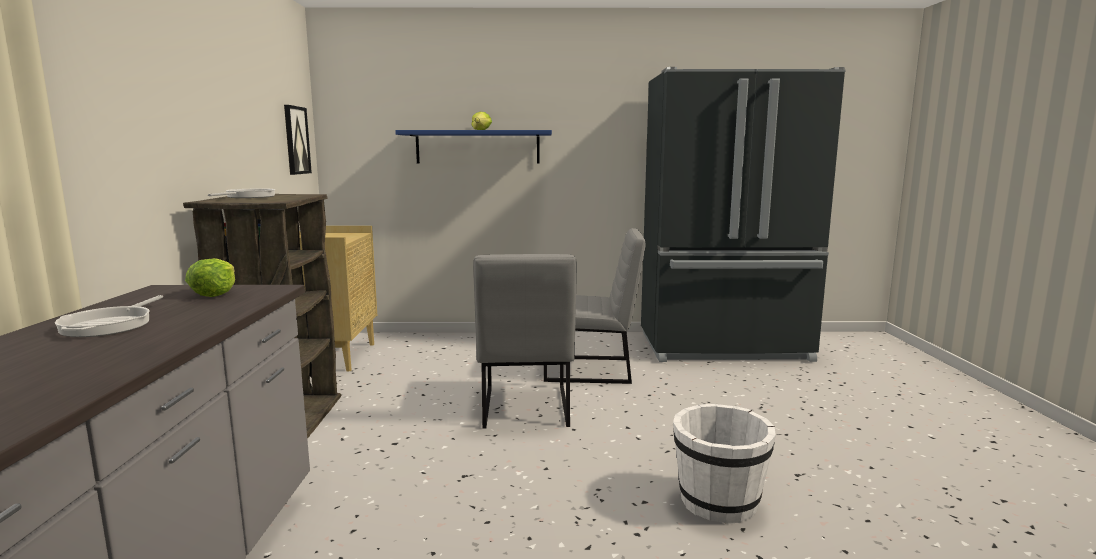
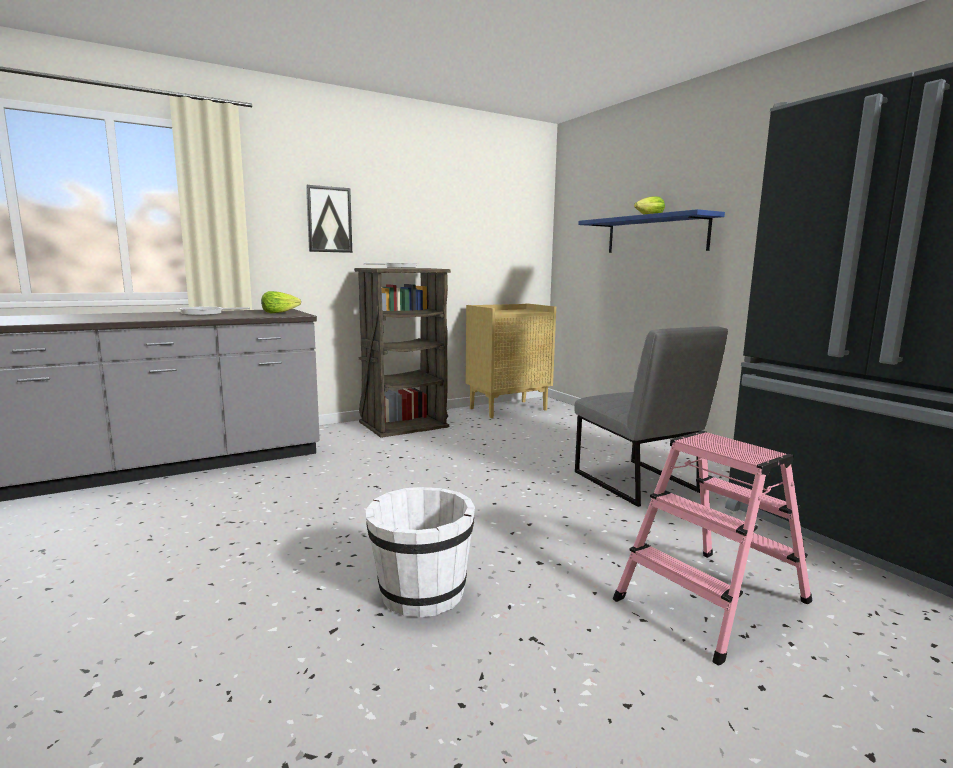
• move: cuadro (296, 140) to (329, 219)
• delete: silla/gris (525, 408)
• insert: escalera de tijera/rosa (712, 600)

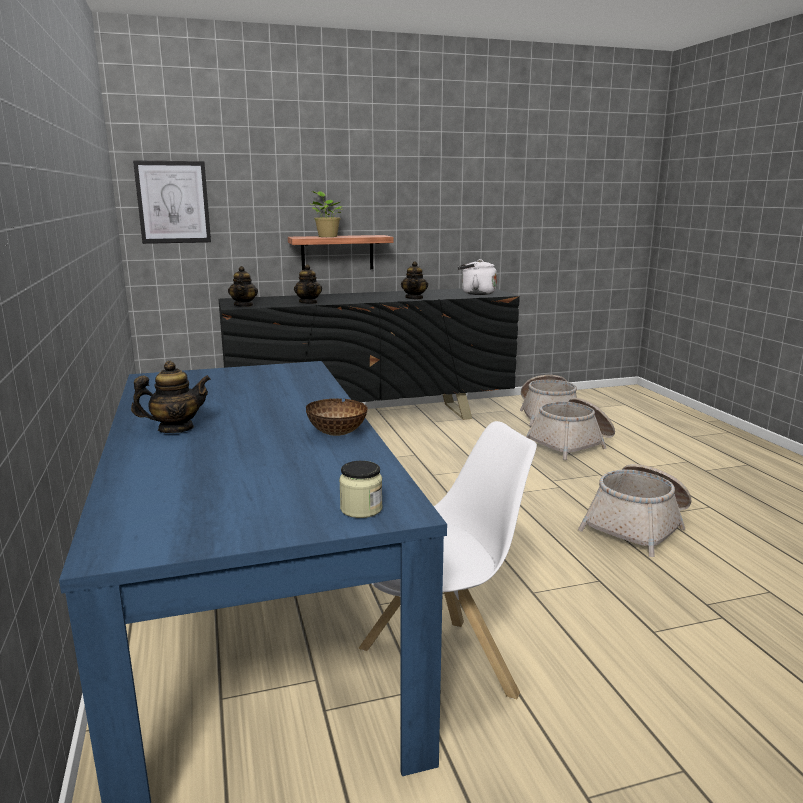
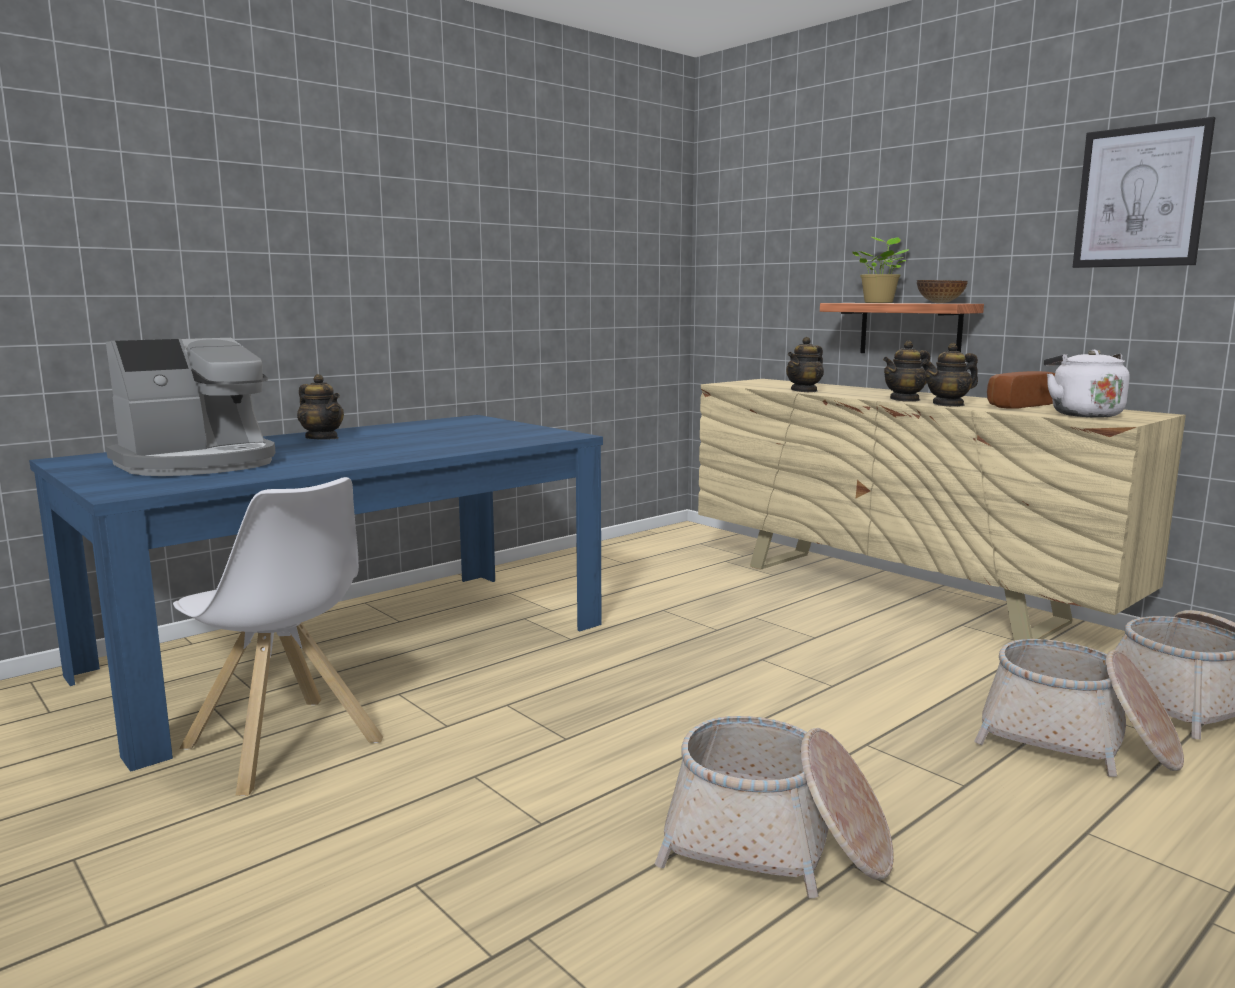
• move: cuadro (173, 202) to (1140, 197)
• recolor: armario/negro (373, 420) to armario/beis (896, 592)
• move: tetera (244, 305) to (905, 400)
• move: cuenco (338, 434) to (940, 303)
• delete: tarro (361, 509)
• insert: cafetera (199, 463)
• insert: pan (1016, 405)

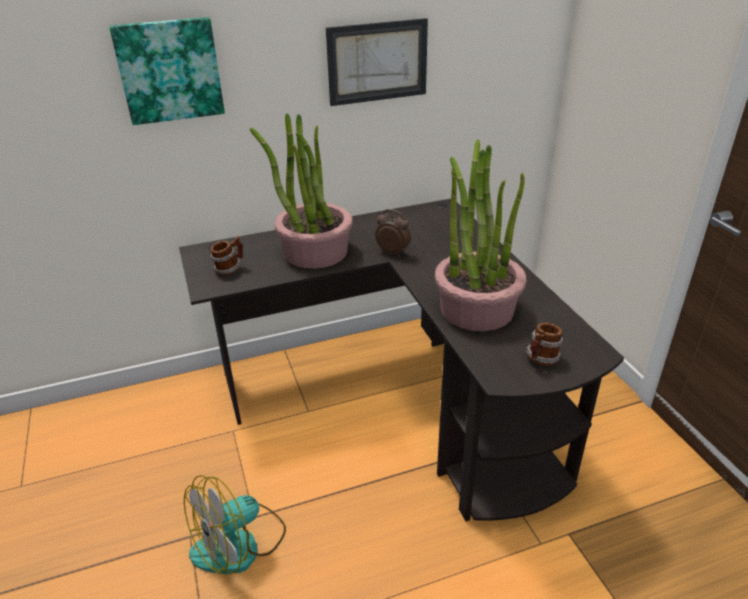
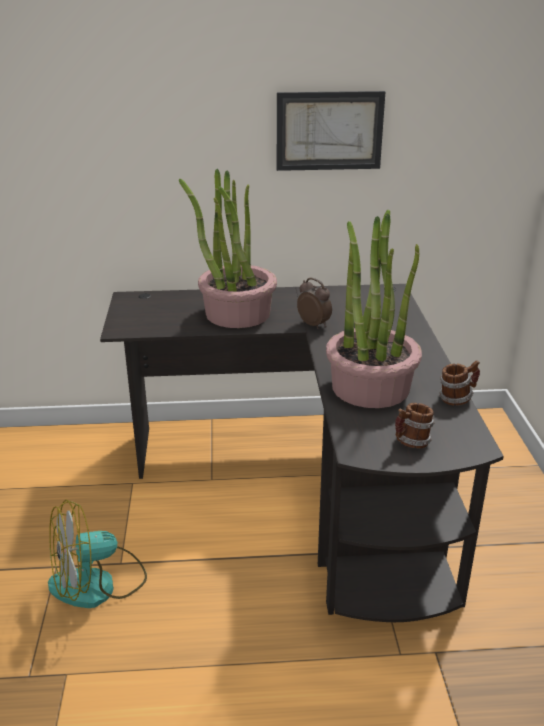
• delete: cuadro (169, 70)
• move: taza grande (229, 269) to (456, 398)

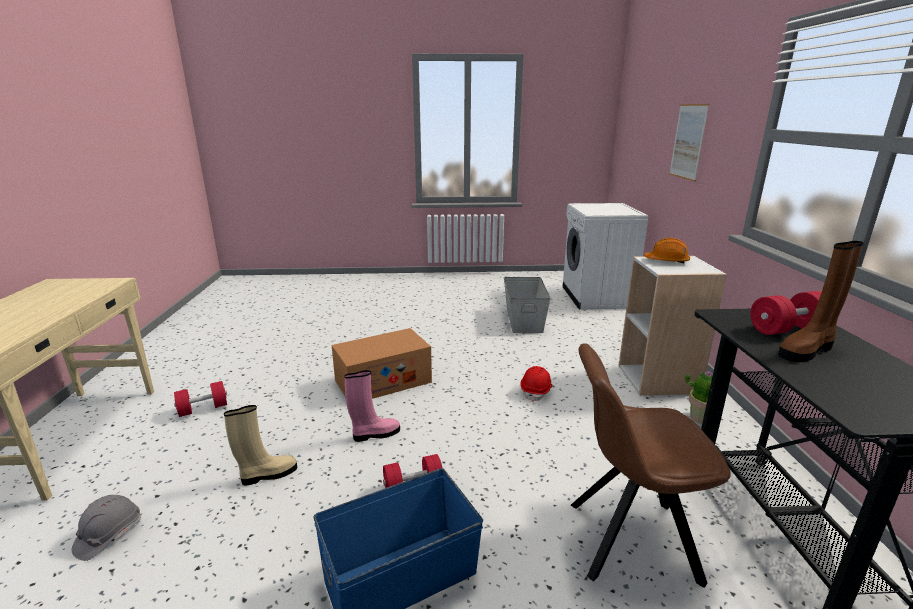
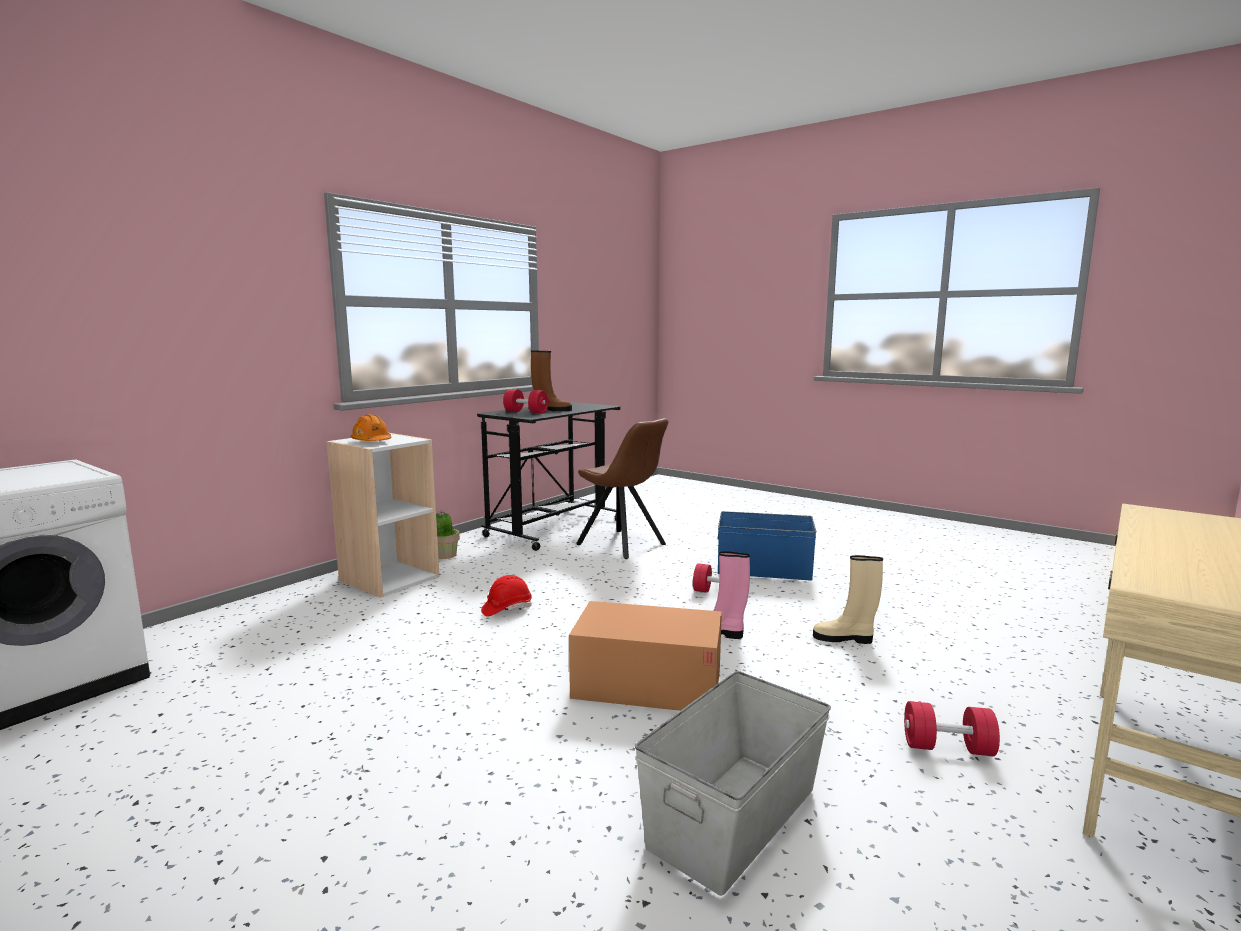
• delete: casco/gris (109, 535)
• move: caja de almacenaje/gris (524, 319) to (732, 816)
• delete: cuadro (688, 141)

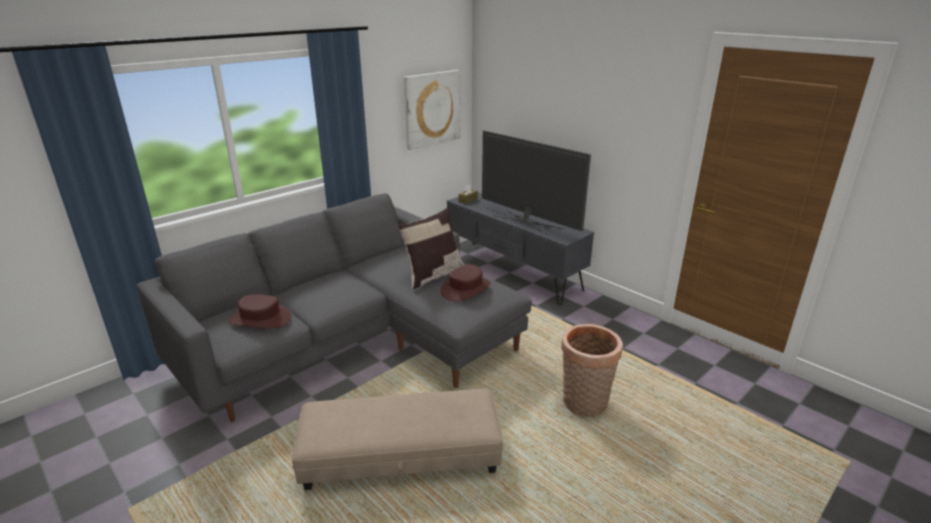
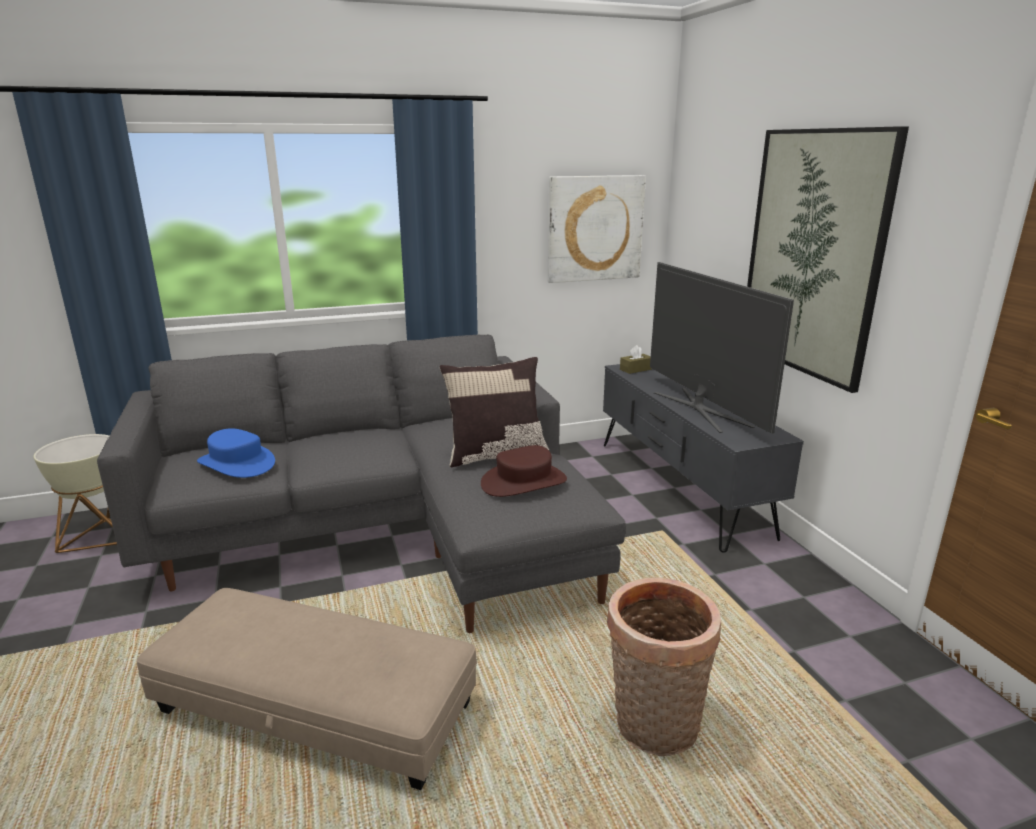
• recolor: sombrero/marrón (261, 319) to sombrero/azul (237, 463)
• insert: maceta (99, 537)
• insert: cuadro (813, 254)

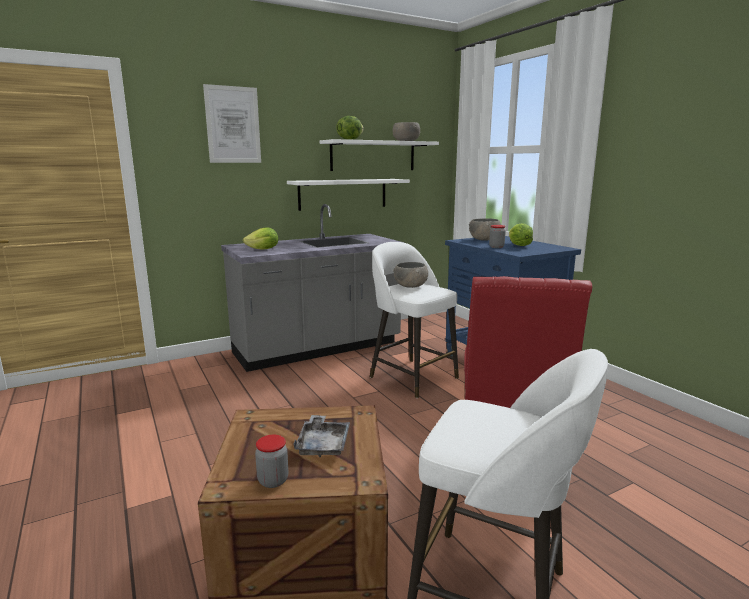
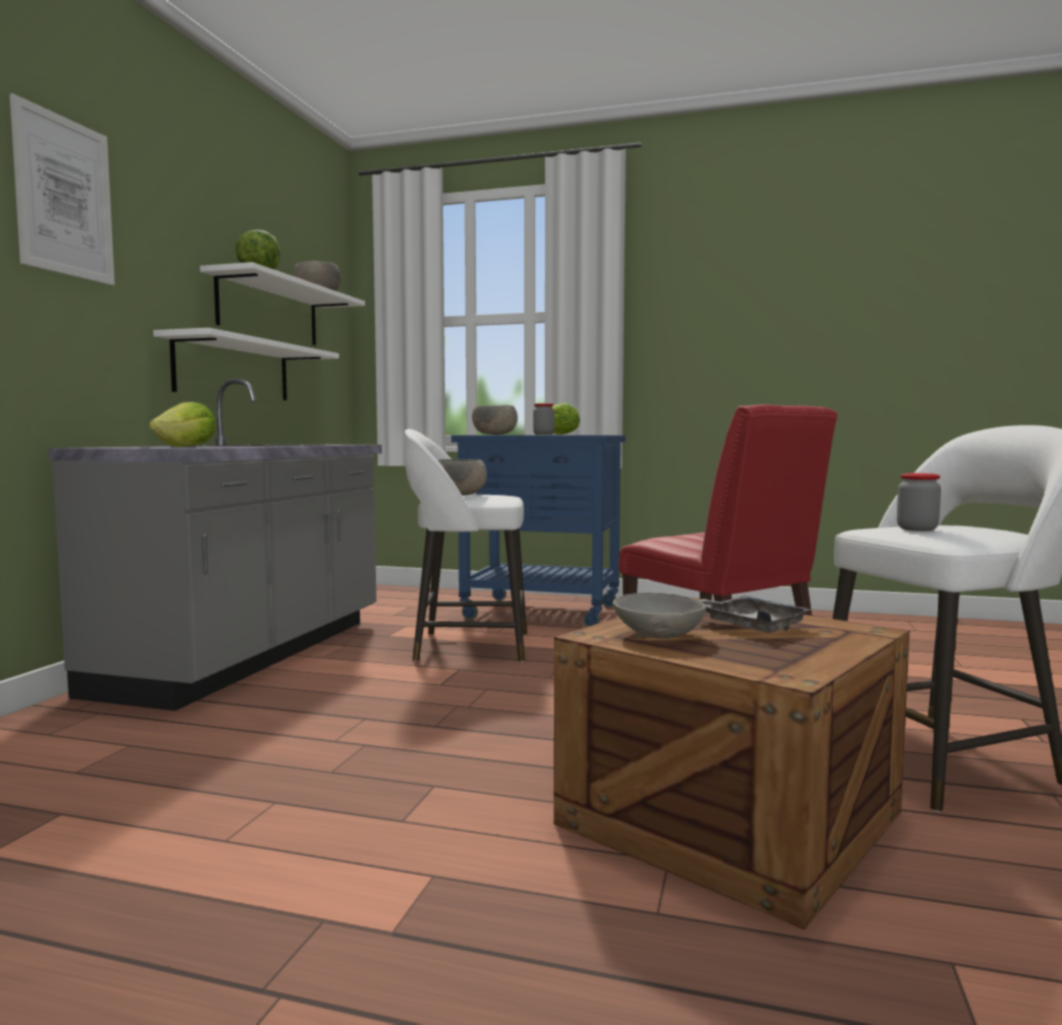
• move: tarro (273, 480) to (917, 529)
• insert: cuenco/gris (659, 635)

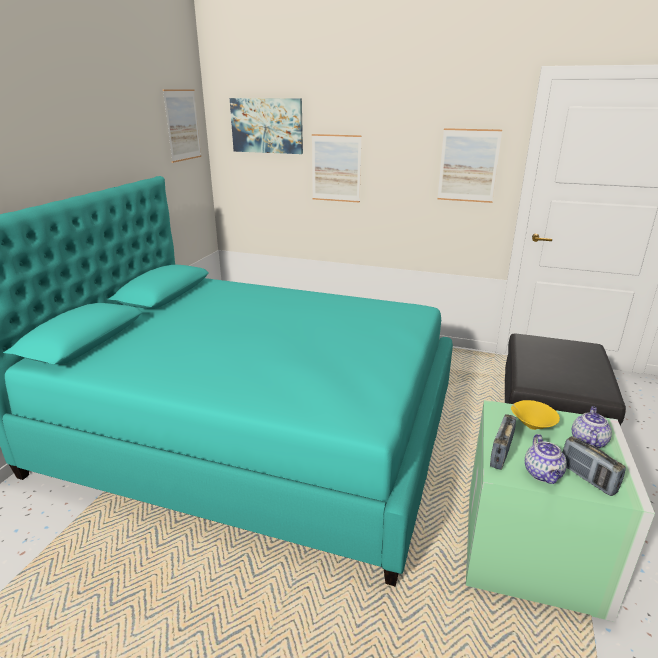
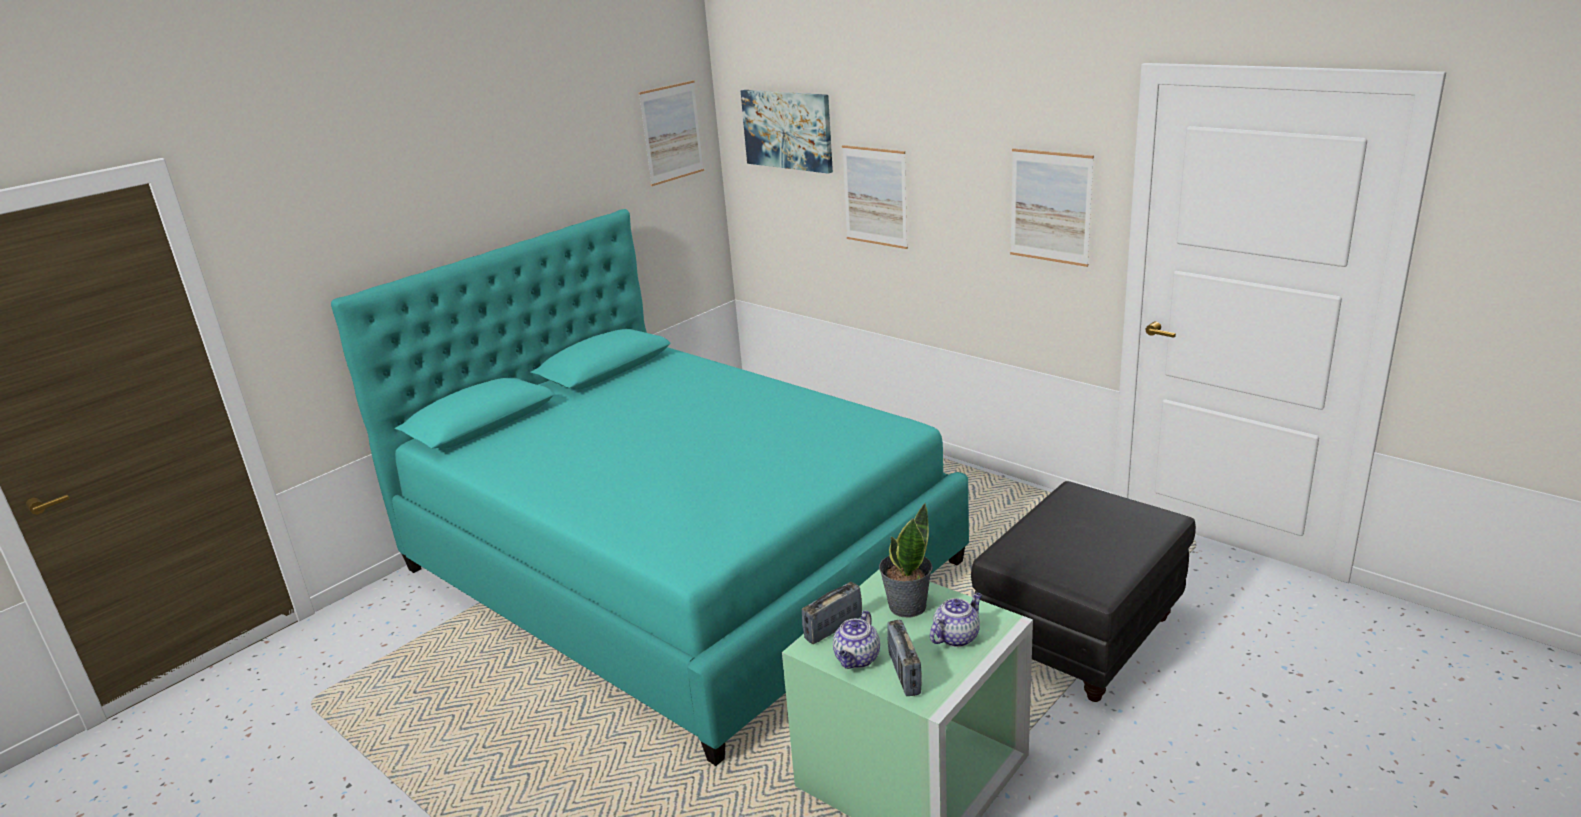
• replace: cuenco/amarillo (531, 426) to planta en maceta (906, 606)

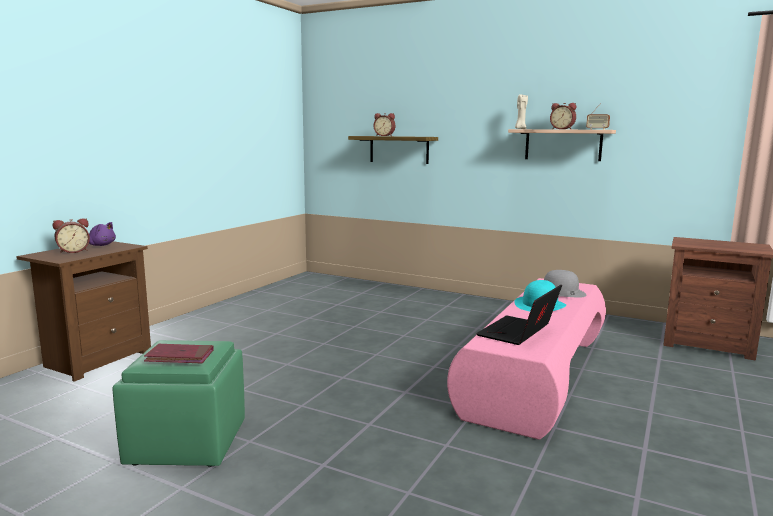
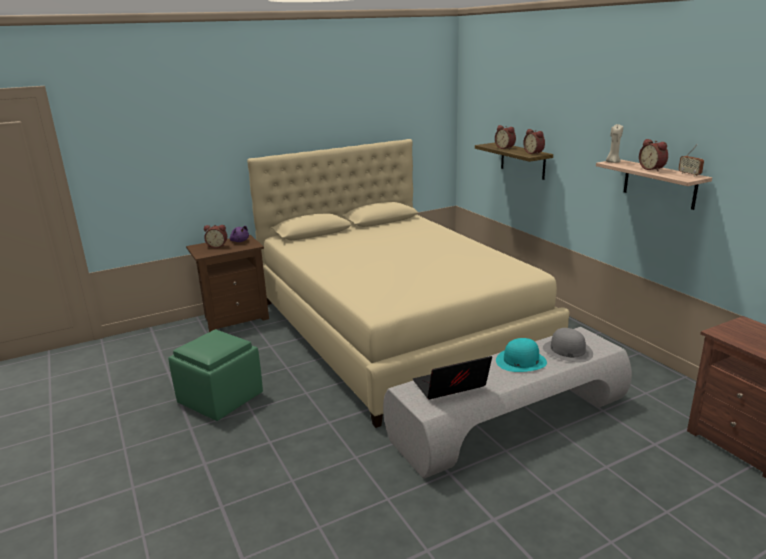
• delete: libro/rojo (180, 357)
• recolor: banco/rosa (536, 372) to banco/gris (508, 419)
• insert: cama/beis (396, 329)
• insert: despertador (534, 153)

